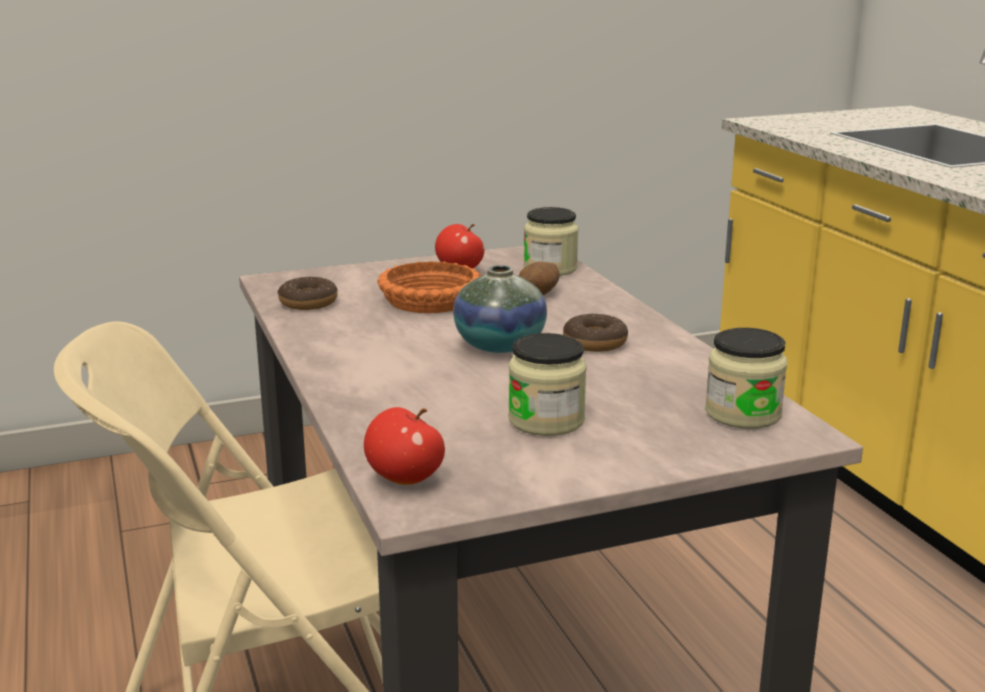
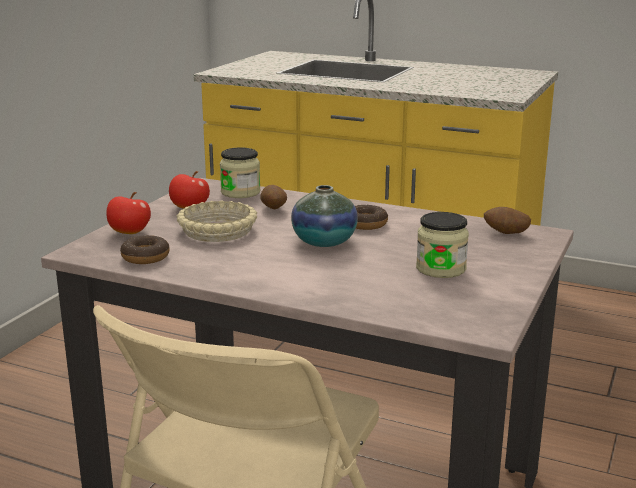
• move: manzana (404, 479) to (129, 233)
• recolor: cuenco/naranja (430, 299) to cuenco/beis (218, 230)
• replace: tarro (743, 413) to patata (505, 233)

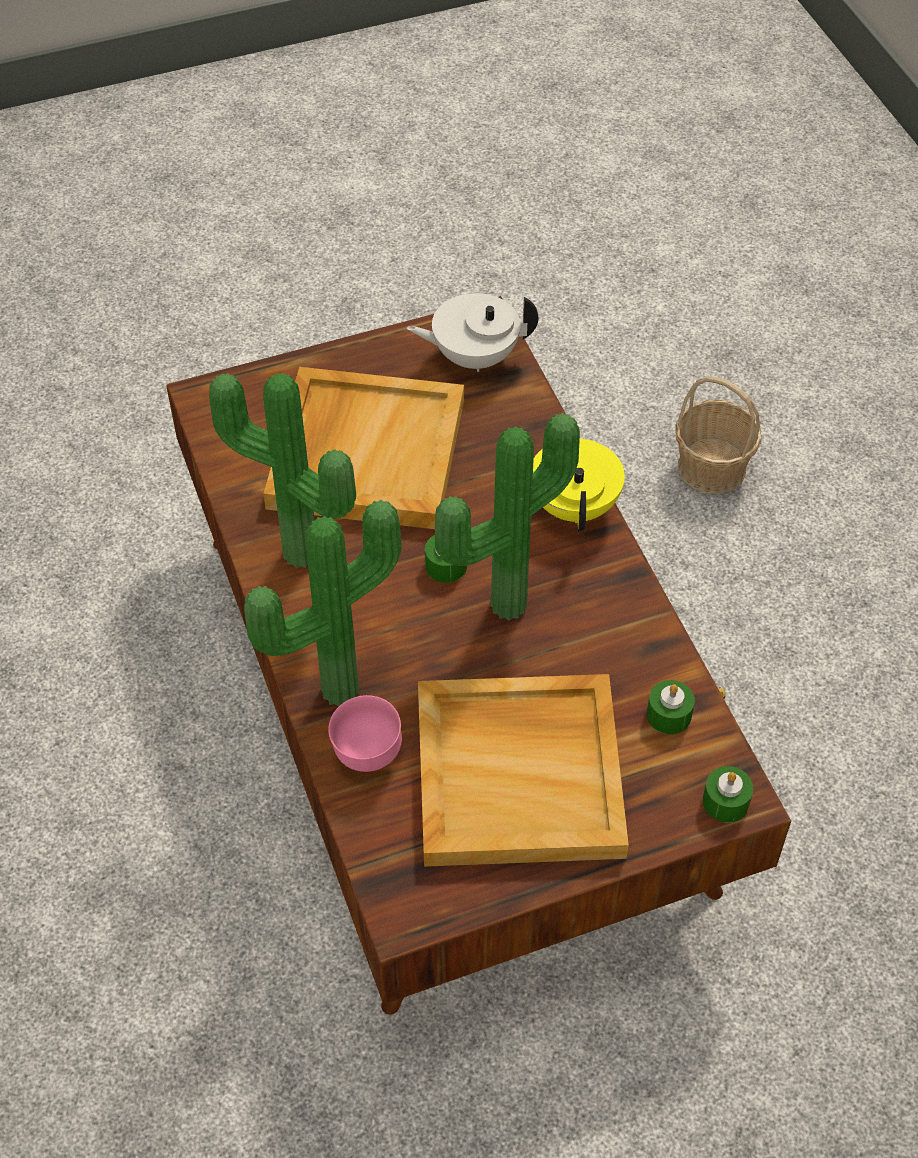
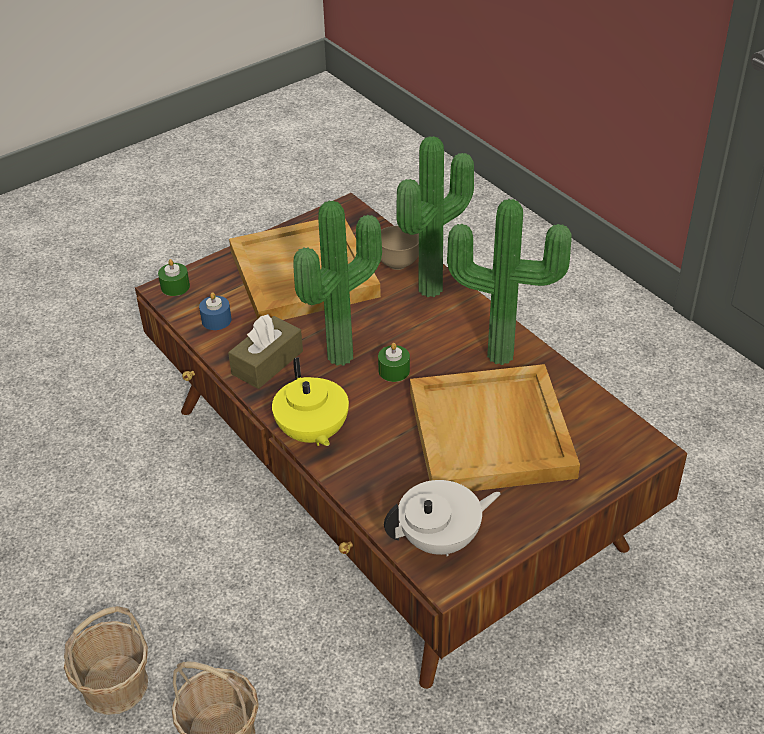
• recolor: cuenco/rosa (367, 754) to cuenco/marrón (398, 264)
• recolor: vela/verde (669, 715) to vela/azul (216, 320)
• insert: cesta (114, 685)
• insert: caja de pañuelos/marrón (267, 362)

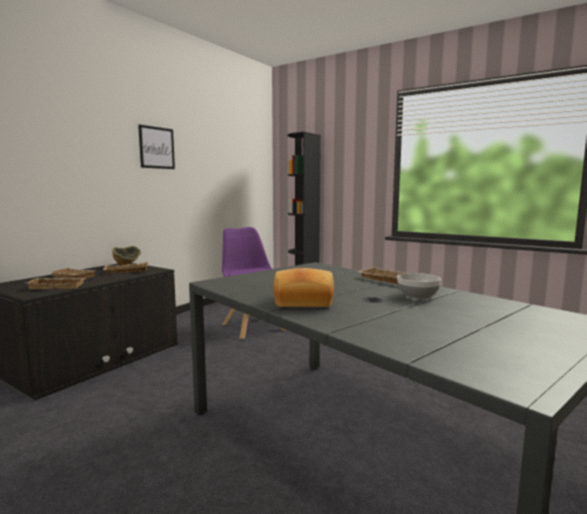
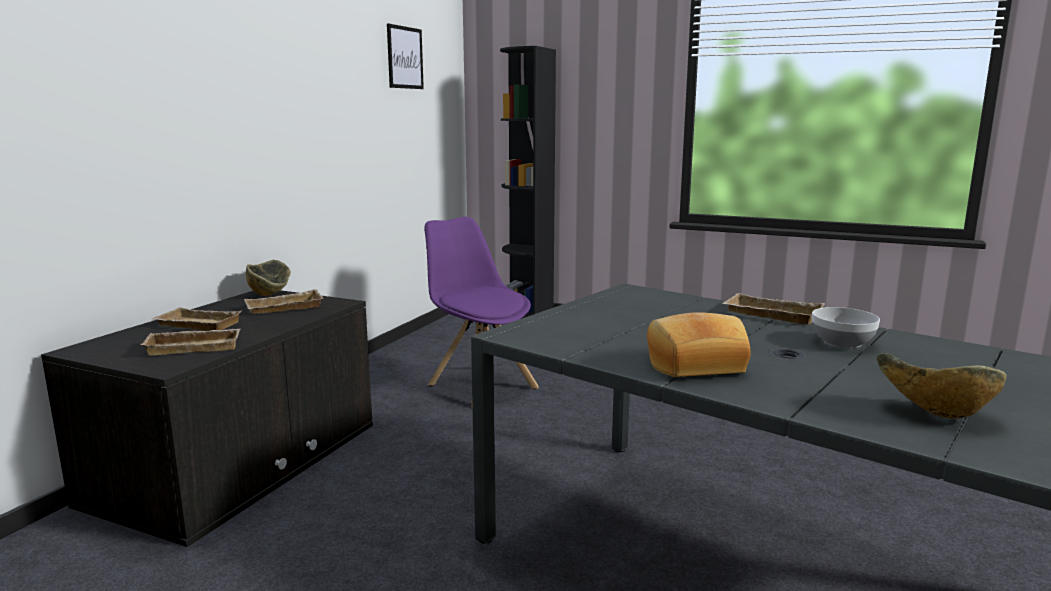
• move: cuadro (157, 147) to (405, 57)
• insert: cuenco (934, 413)

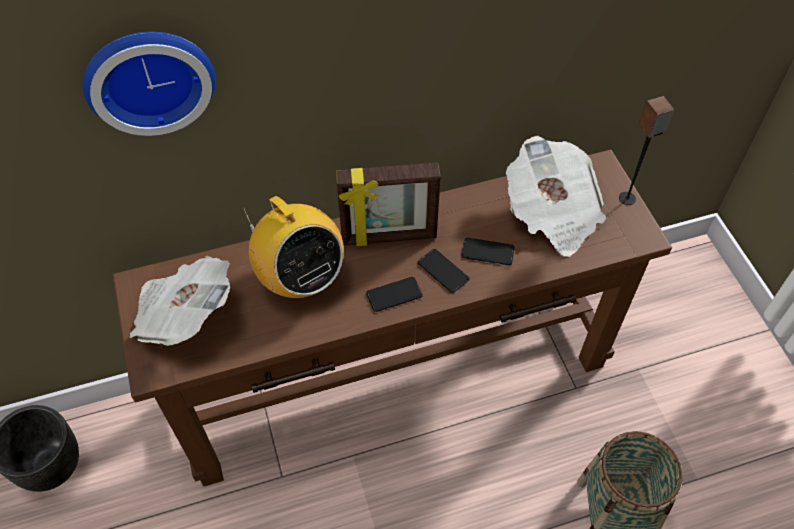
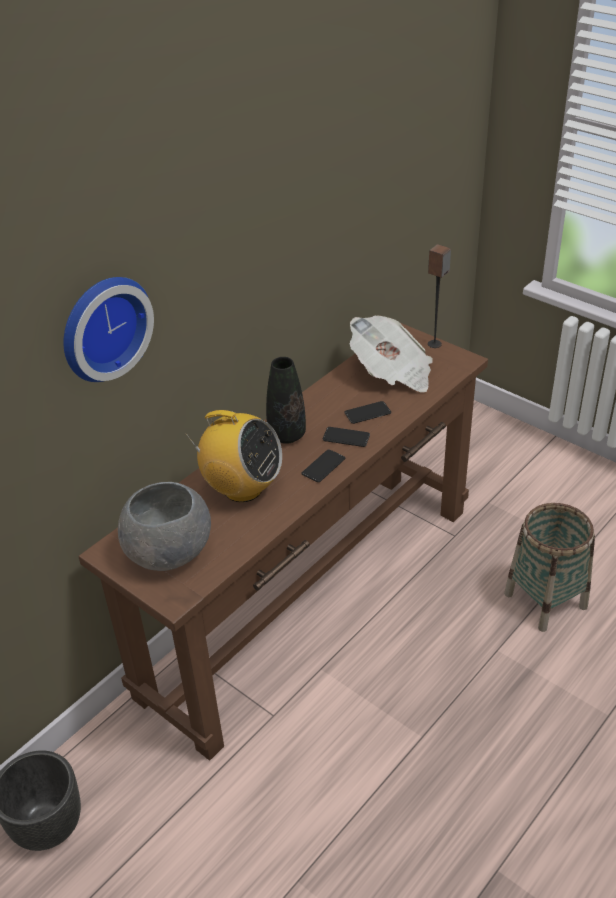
• replace: periódico (184, 315) to cuenco/gris (168, 552)
• replace: portarretratos (389, 237) to florero/negro (287, 435)

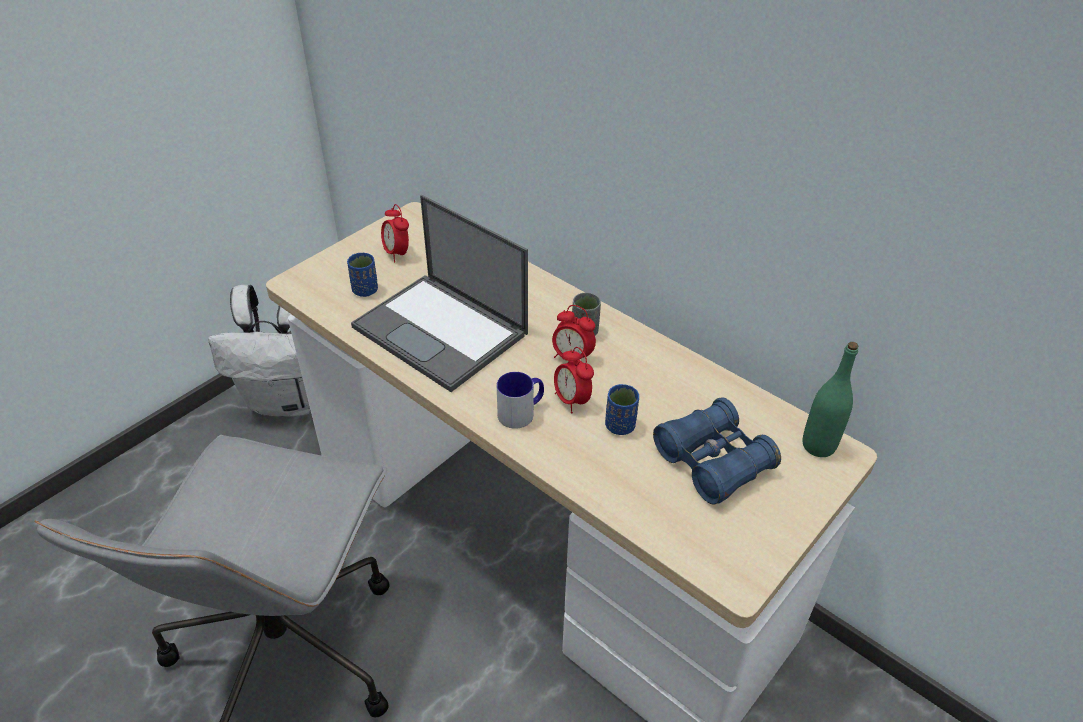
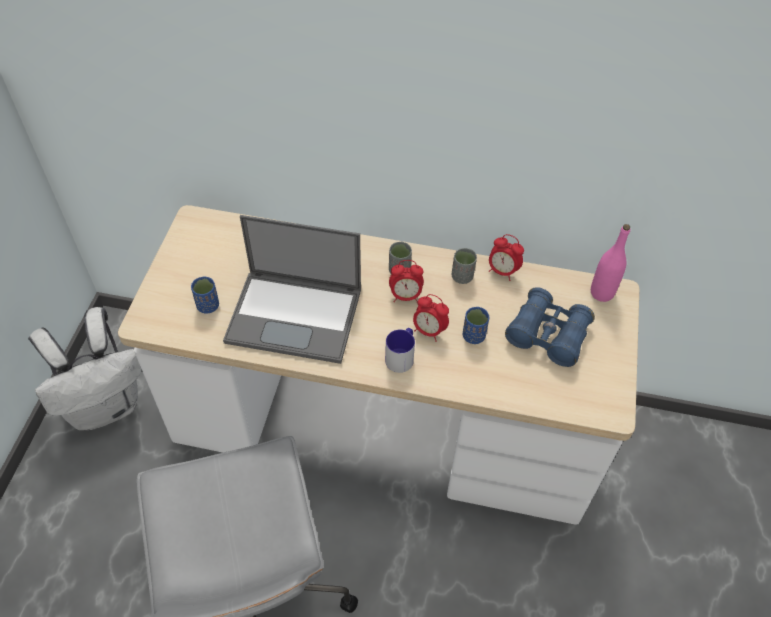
• move: despertador (397, 253) to (502, 271)
• recolor: botella/verde (818, 445) to botella/rosa (602, 293)
• insert: taza/gris (462, 277)

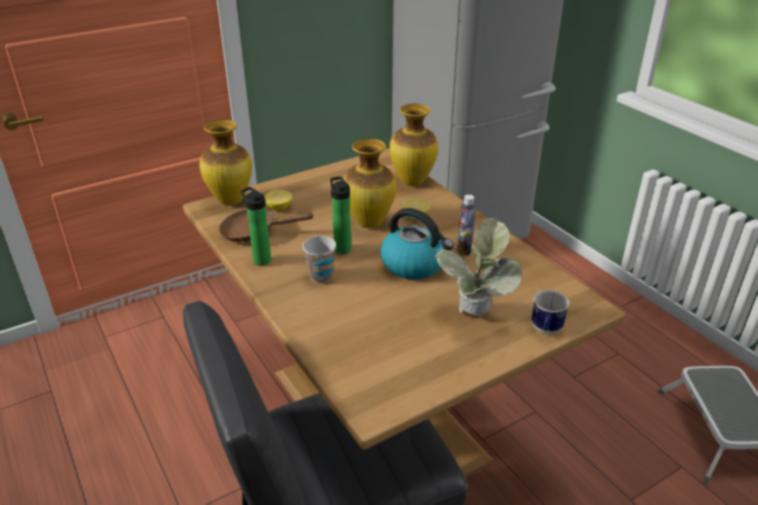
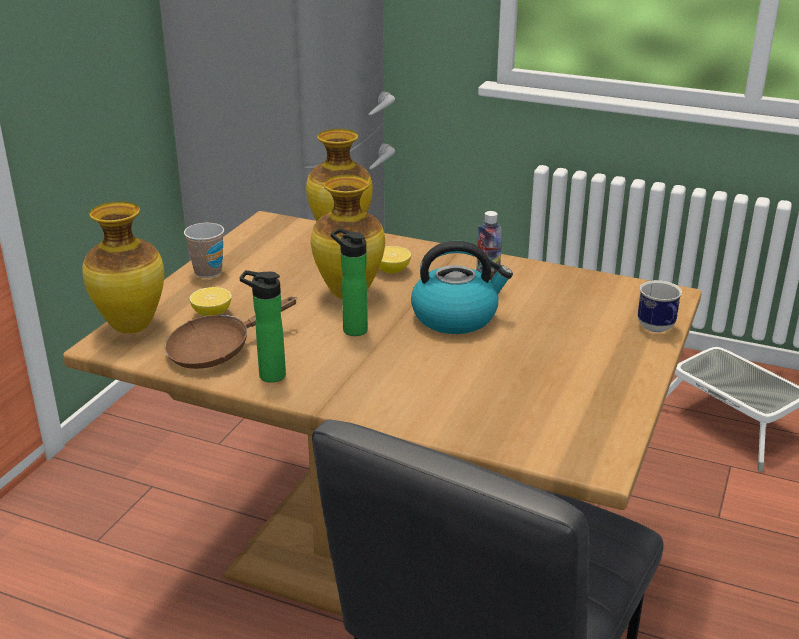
• move: taza (321, 276) to (208, 272)
• delete: planta en maceta (473, 318)

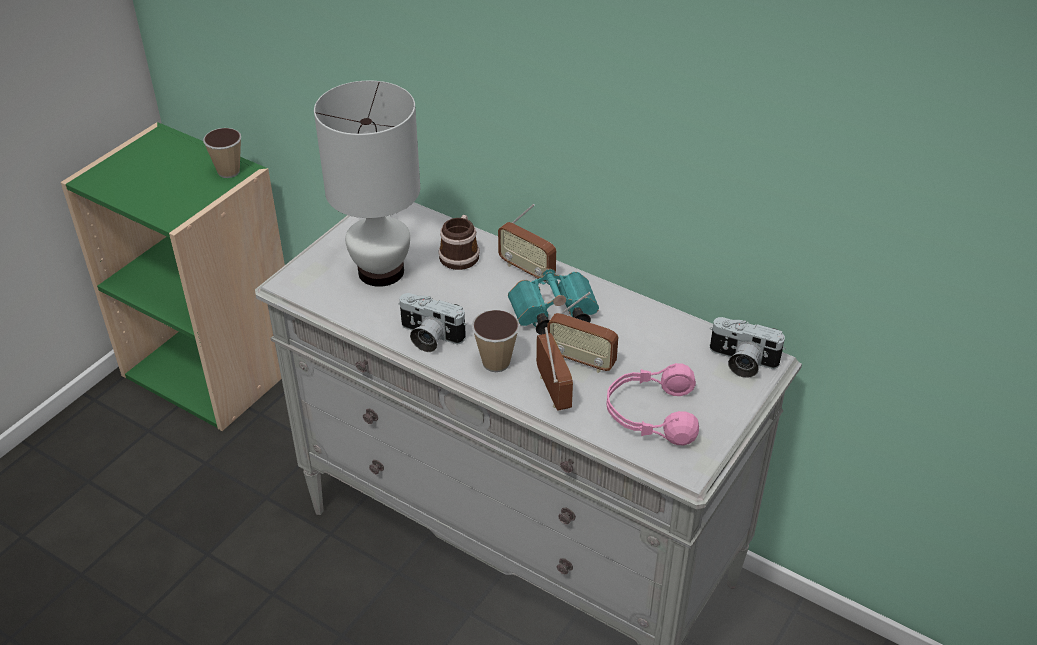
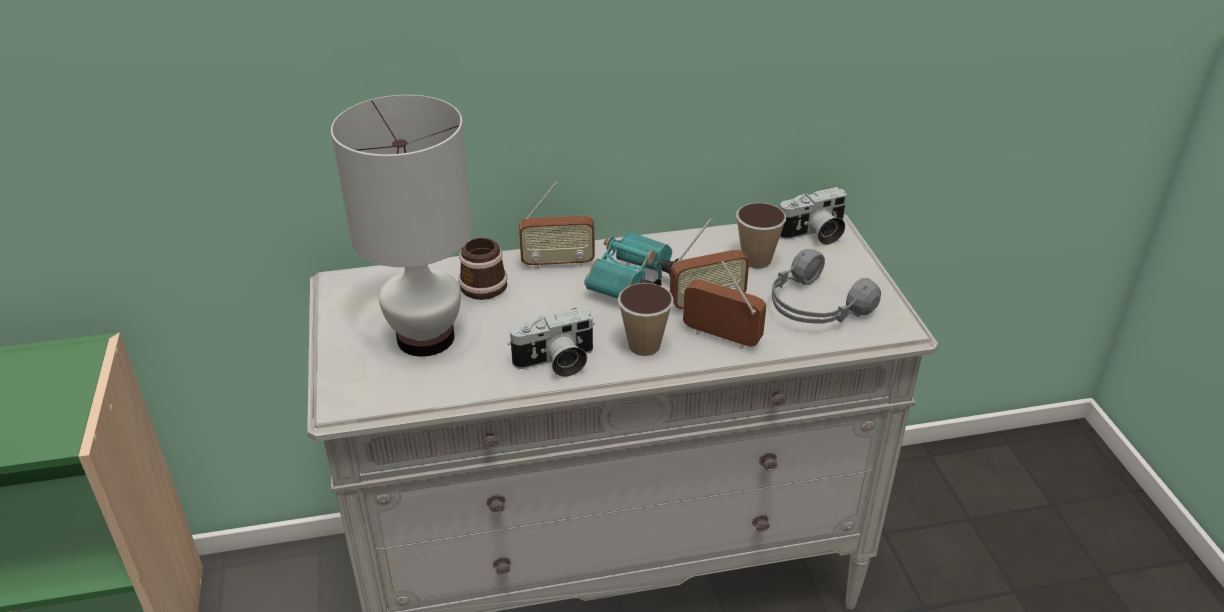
• move: taza (228, 171) to (756, 260)
• recolor: auriculares/rosa (650, 414) to auriculares/gris (814, 307)

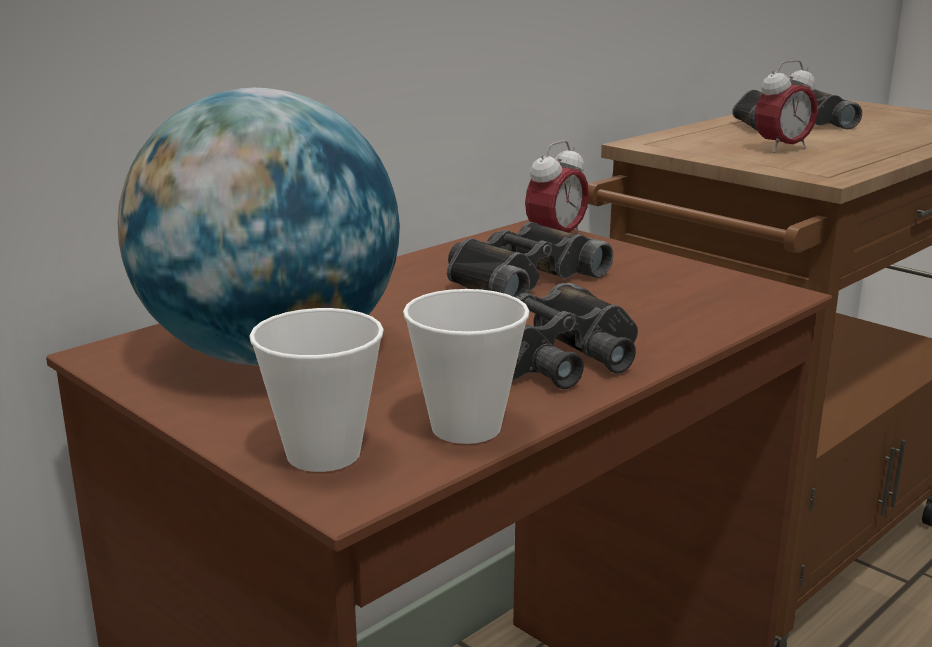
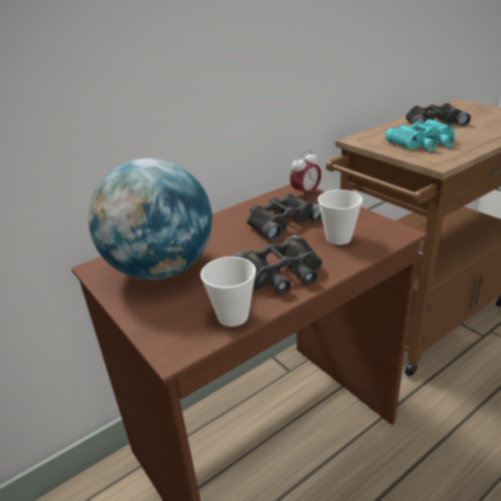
• move: taza (323, 454) to (338, 238)
• replace: despertador (782, 149) to prismáticos/turquesa (423, 142)

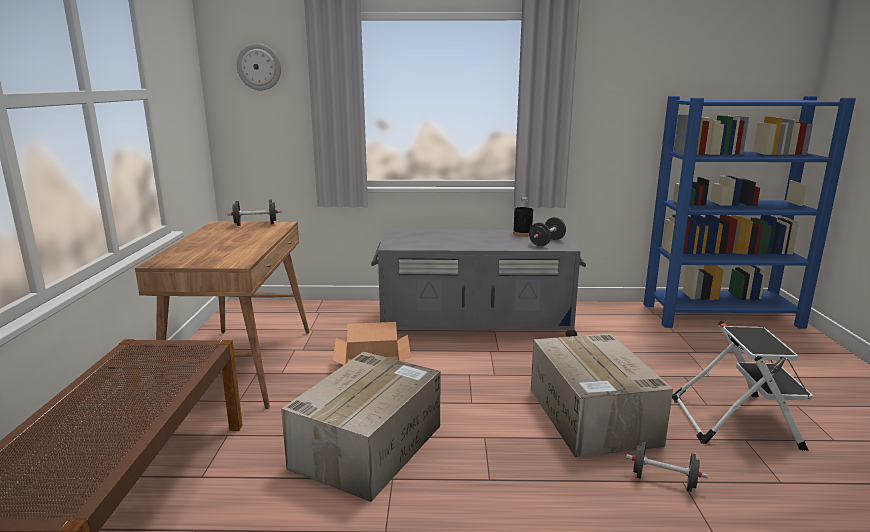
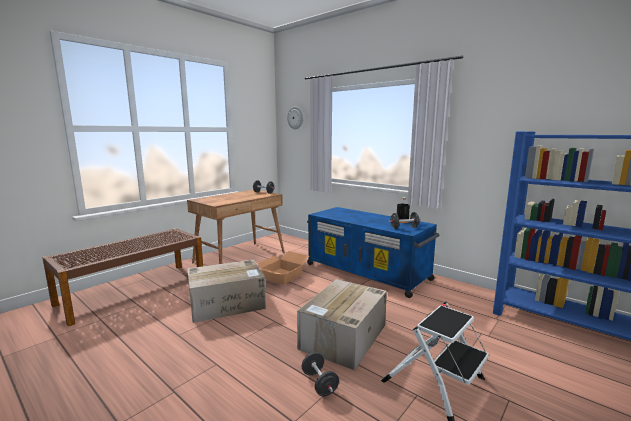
• recolor: armario/gris (475, 323) to armario/azul (367, 272)

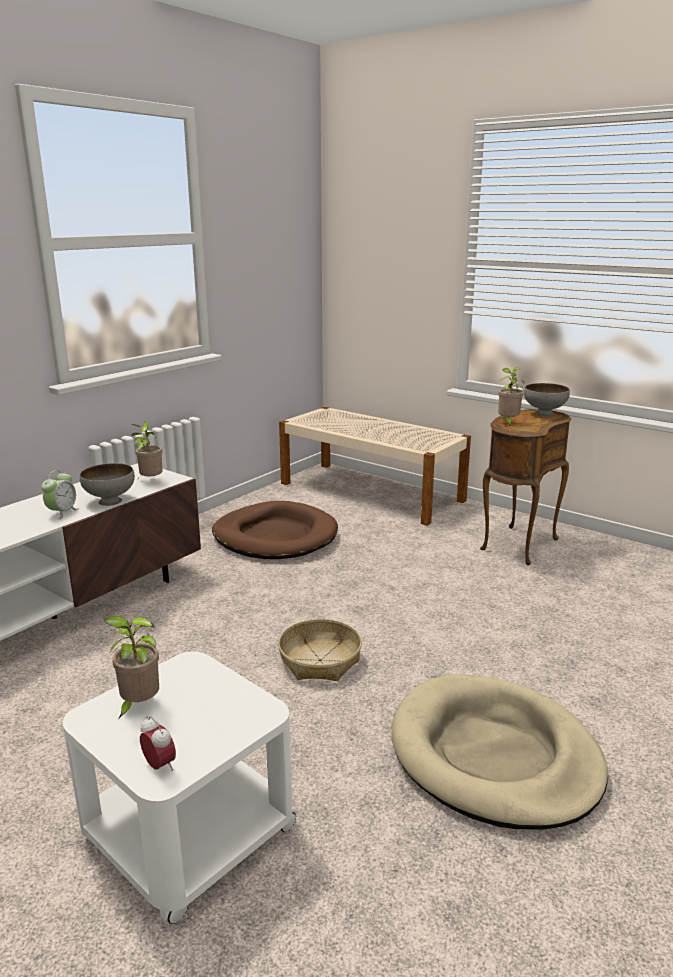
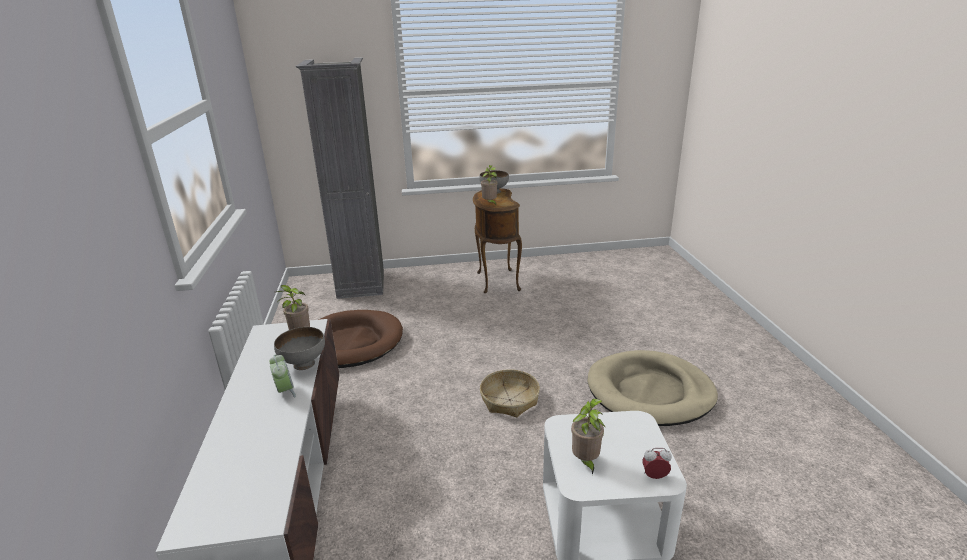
• replace: banco/beis (371, 492) to armario/gris (361, 284)

